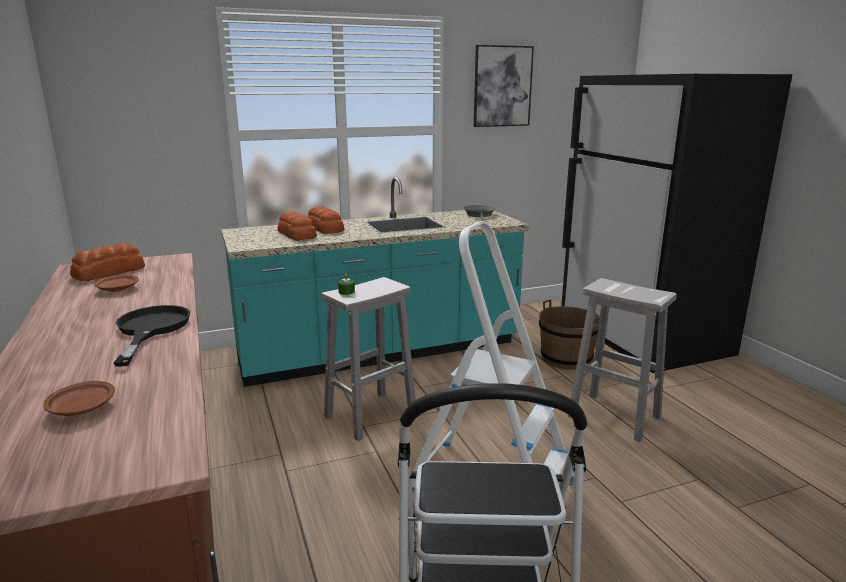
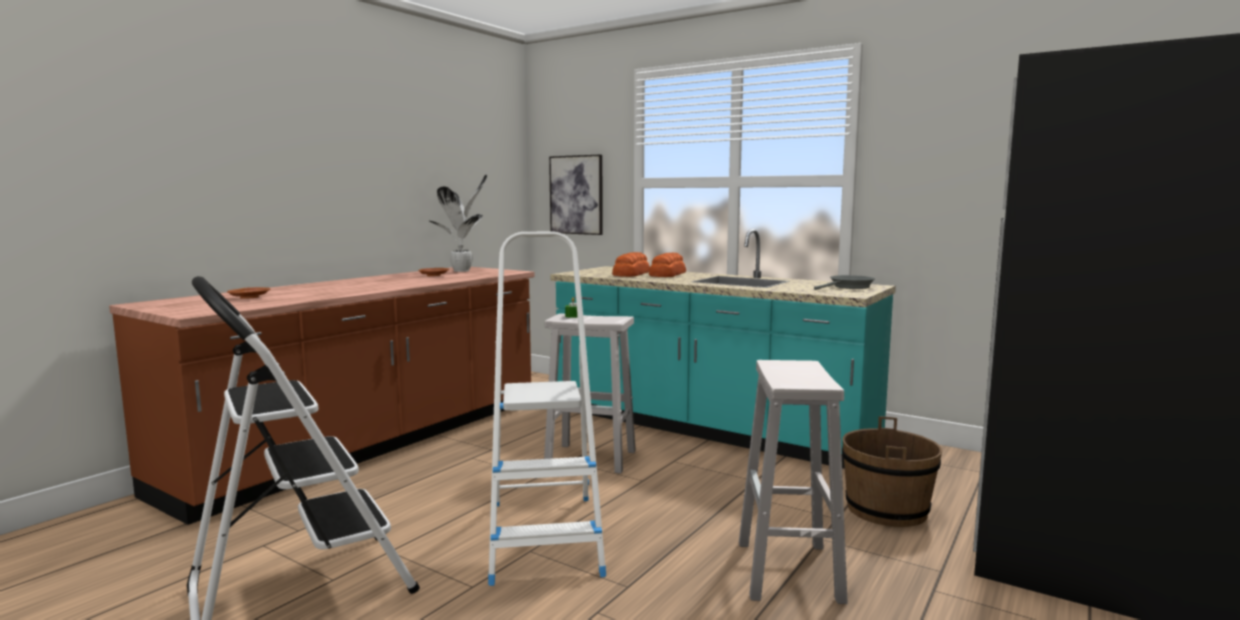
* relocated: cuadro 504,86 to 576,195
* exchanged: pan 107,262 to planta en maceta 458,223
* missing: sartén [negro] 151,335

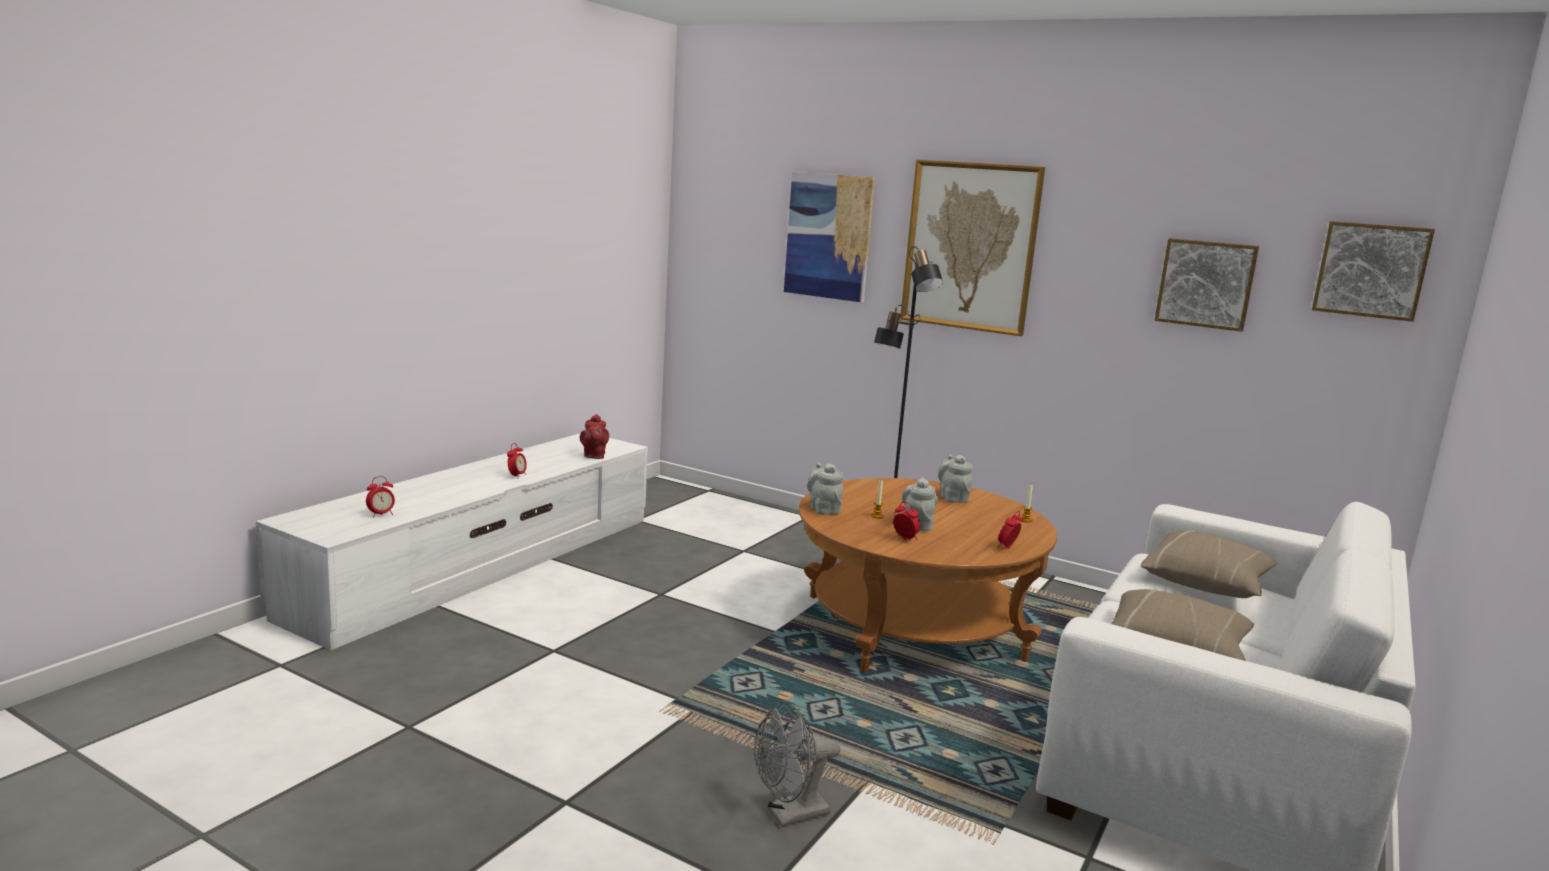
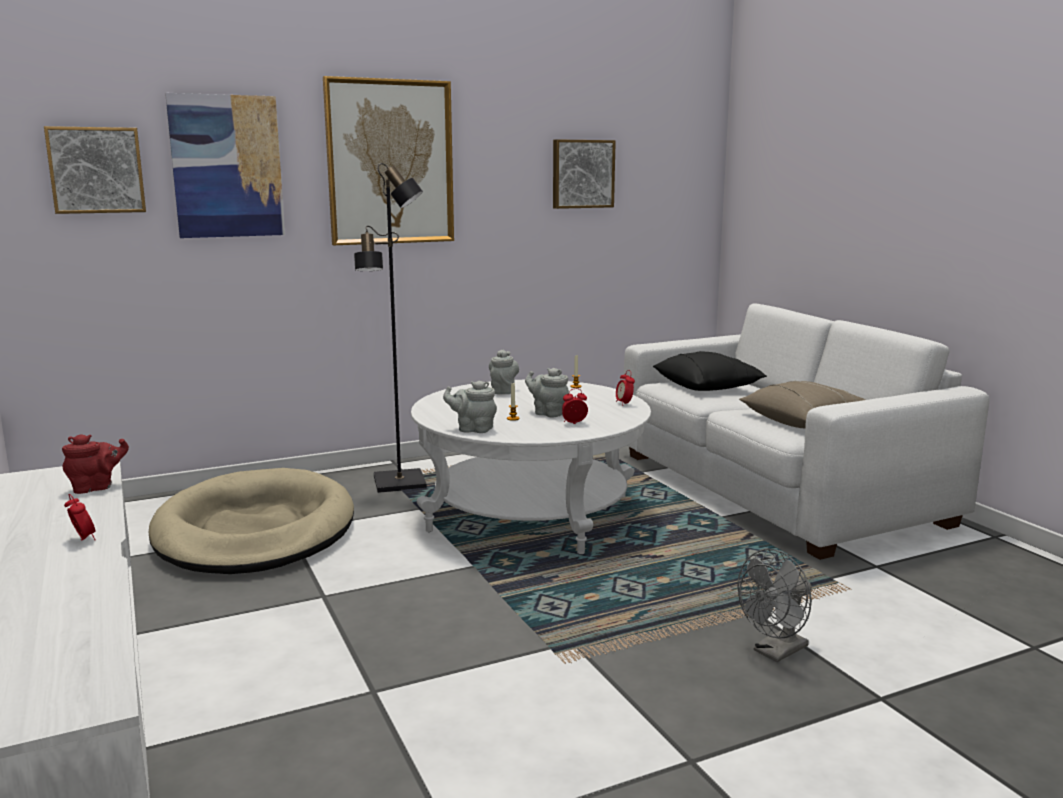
* relocated: cuadro 1373,271 to 95,170
* spun: tetera [rojo] 594,436 = 95,464 60 degrees counterclockwise
* spun: tetera [gris] 955,478 = 504,372 75 degrees clockwise
* missing: despertador 380,496
* colour: mesa de centro [marrón] 928,575 to mesa de centro [blanco] 531,467
* colour: cojín [beis] 1209,564 to cojín [negro] 710,371
* spun: ventilador [gris] 797,764 = 774,605 45 degrees clockwise
* appeared: cama para perro [beis] 251,521

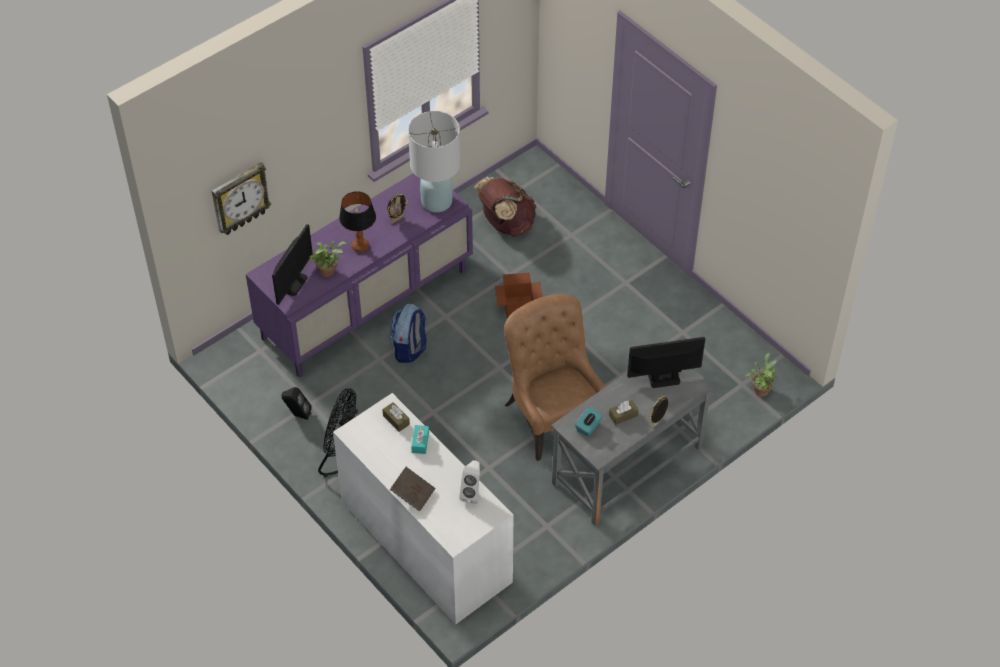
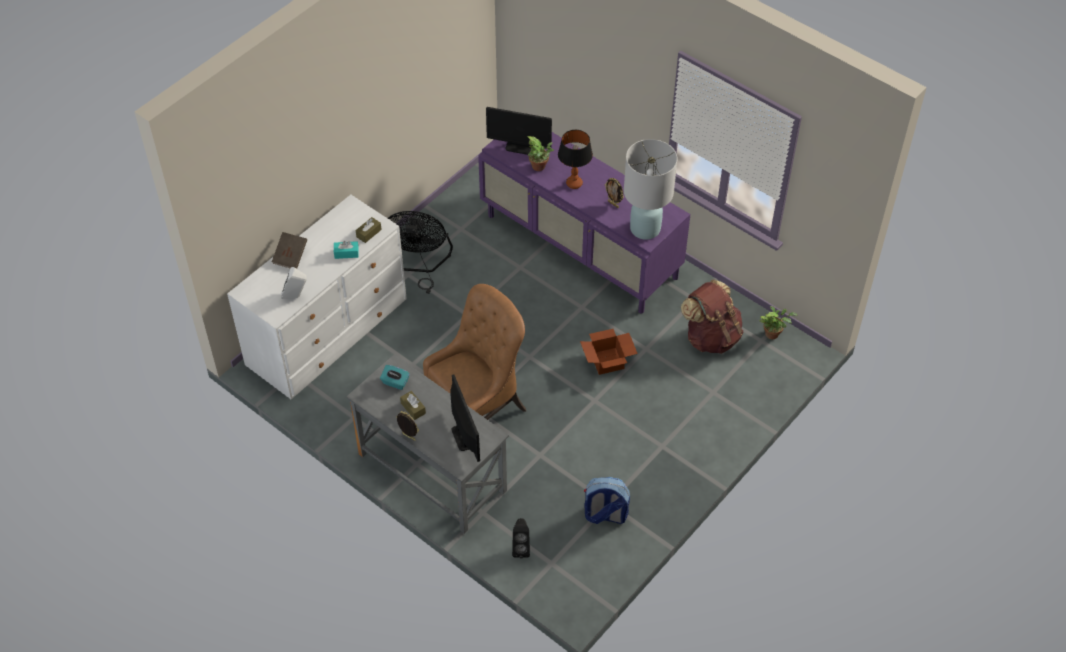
* missing: reloj de pared 241,198
* relocated: mochila 407,333 to 607,500
* relocated: planta en maceta 762,375 to 778,322
* relocated: altavoz [negro] 296,403 to 521,538

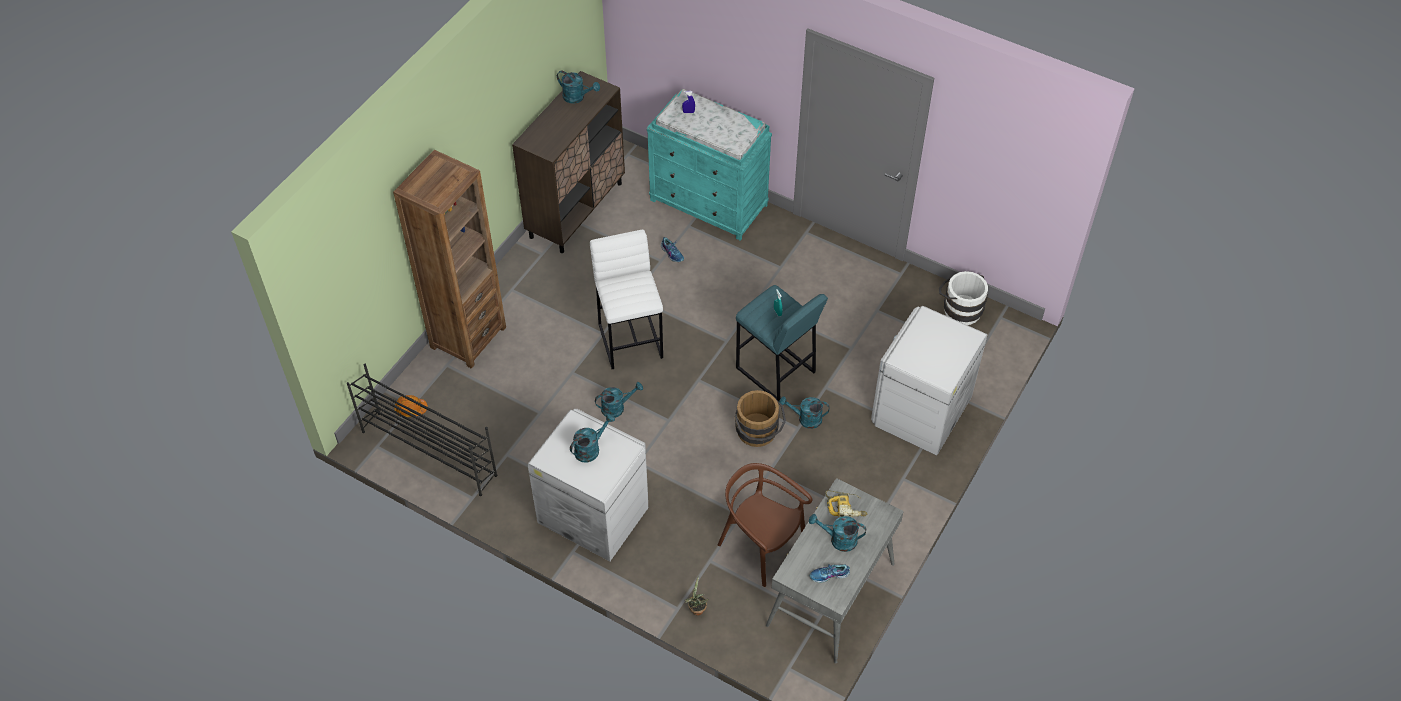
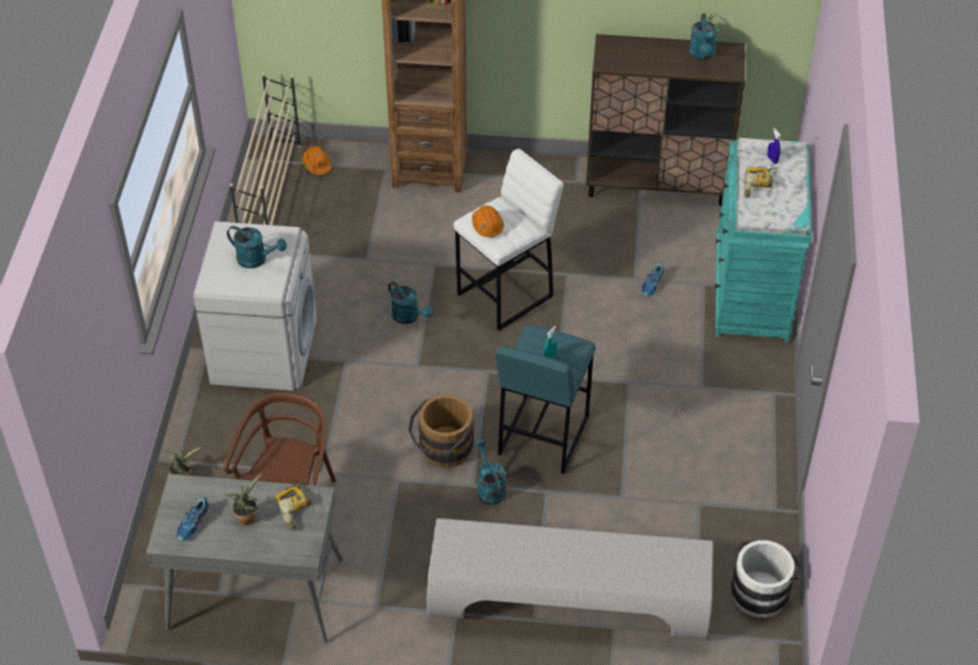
* exchanged: lavadora [blanco] 929,381 to banco [gris] 570,579
* colour: zapatero [negro] 422,430 to zapatero [beis] 265,149
* exchanged: regadera [turquesa] 837,533 to planta en maceta 243,499
* spun: zapato 830,573 = 193,519 120 degrees counterclockwise
* appeared: taladro 760,182
* appeared: casco [naranja] 488,221

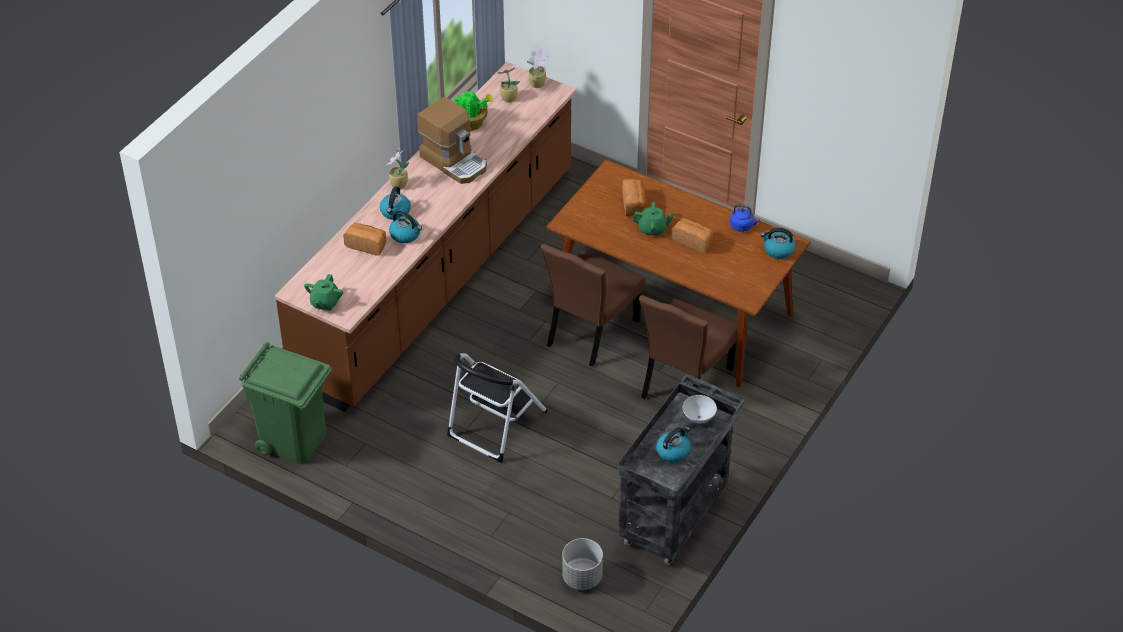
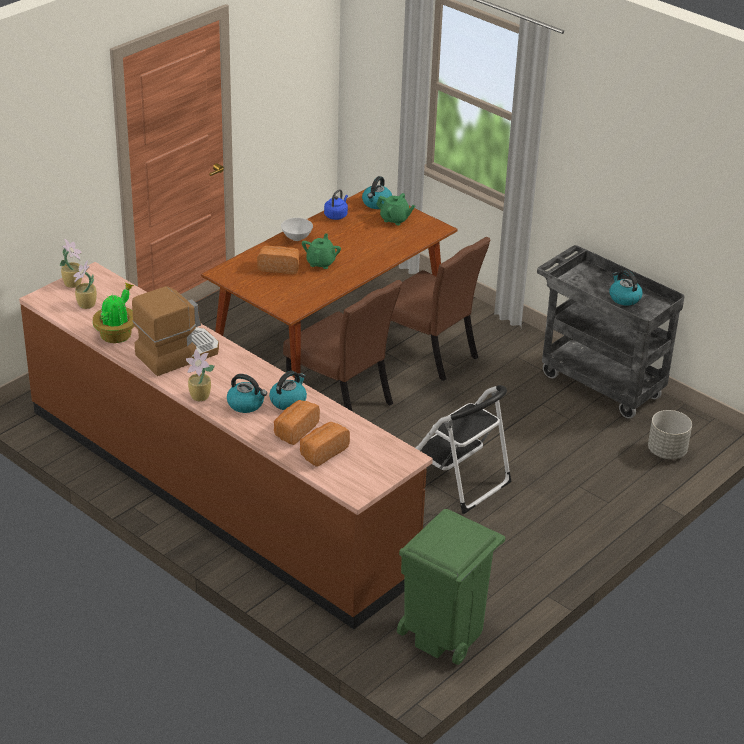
* relocated: pan 692,235 to 325,444
* relocated: tetera [verde] 323,292 to 395,209
* relocated: cuenco [blanco] 700,409 to 297,229

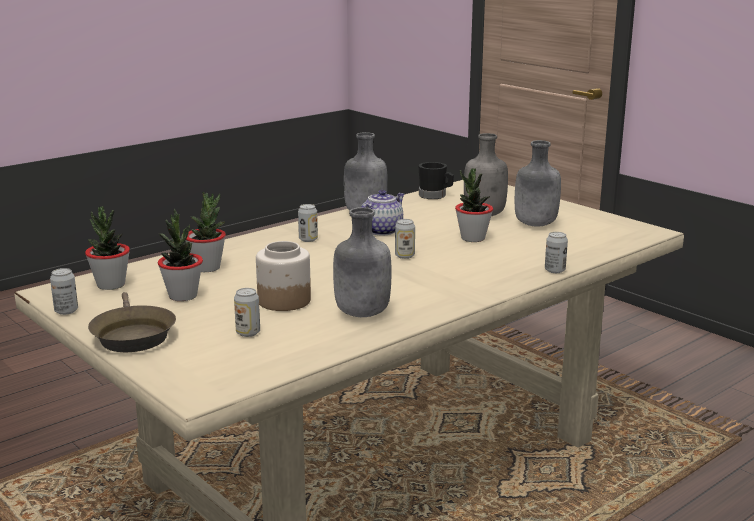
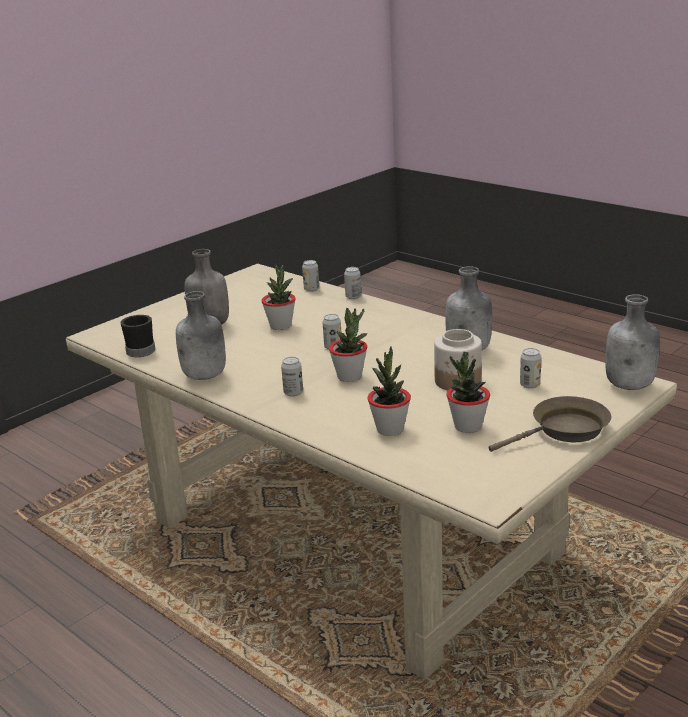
* relocated: botella [gris] 538,183 to 632,342
* missing: tetera 382,213
* relocated: planta en maceta 107,248 to 348,345
* relocated: lata 64,291 to 310,276

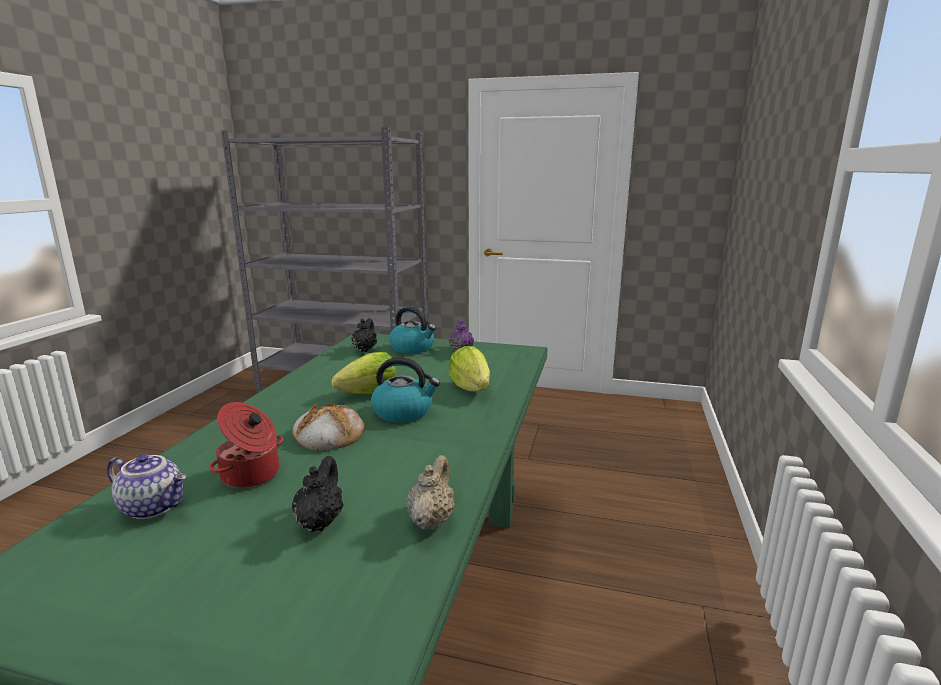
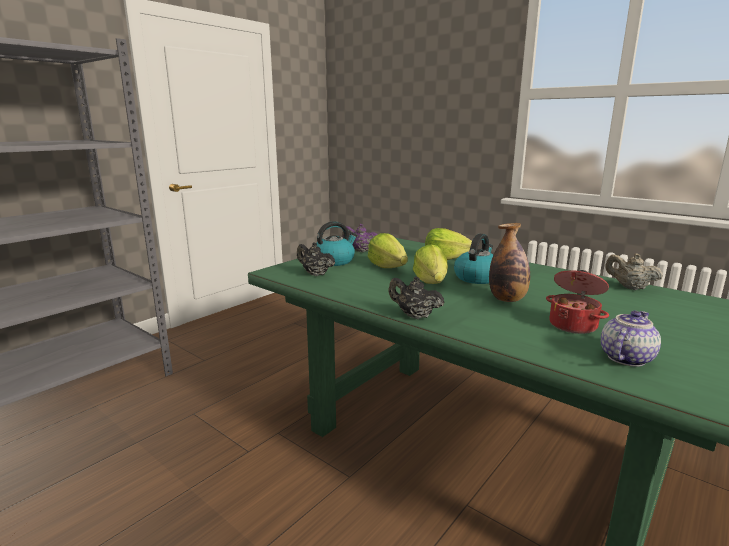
* exchanged: pan 328,427 to botella 509,262
* relocated: tetera [negro] 318,494 to 416,297
* appeared: lechuga 388,250

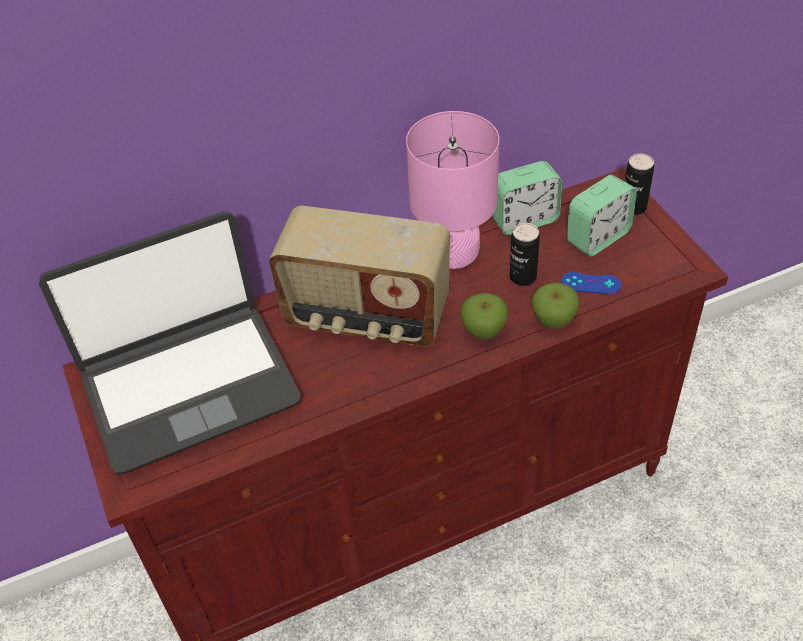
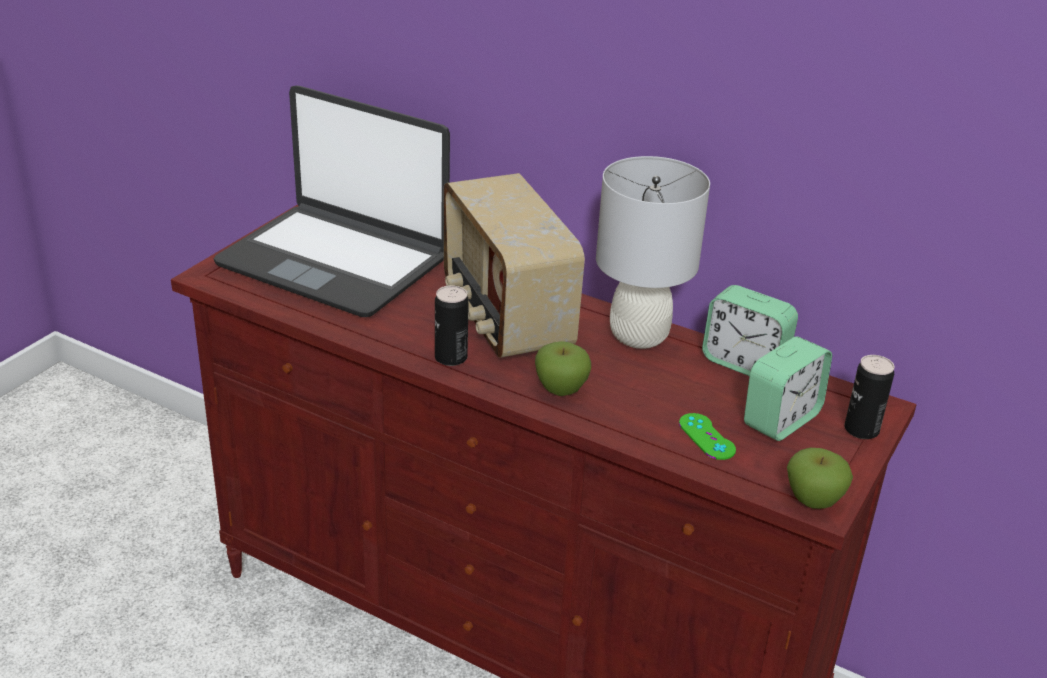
* colour: lámpara de mesa [rosa] 452,190 to lámpara de mesa [gris] 653,252
* spun: despertador 602,216 = 788,388 60 degrees counterclockwise
* relocated: lata 525,254 to 452,325
* colour: mando de consola [azul] 591,283 to mando de consola [verde] 707,436
* relocated: manzana 555,305 to 820,478

